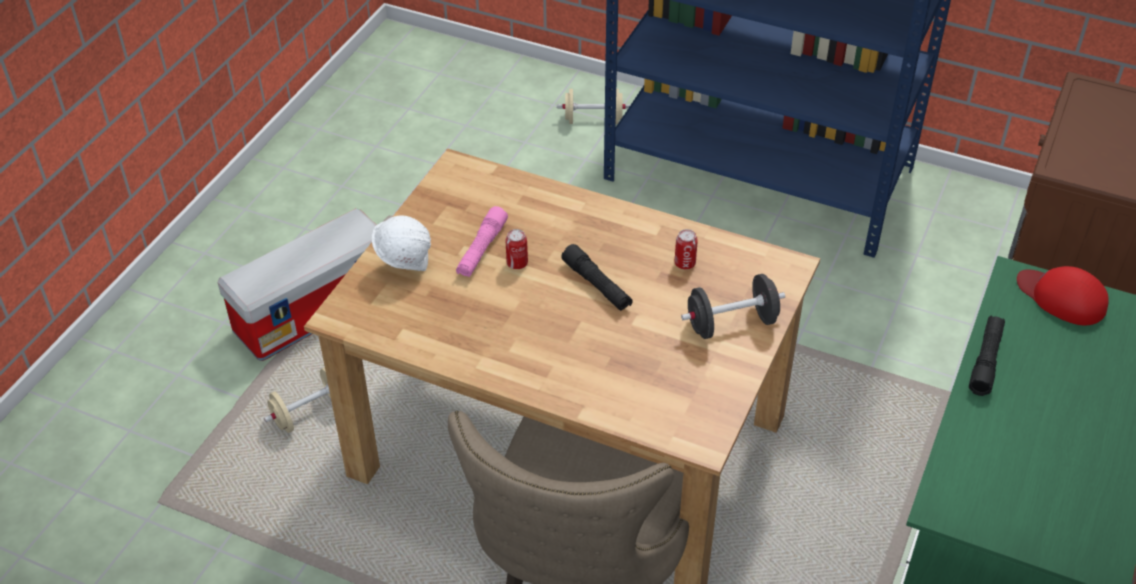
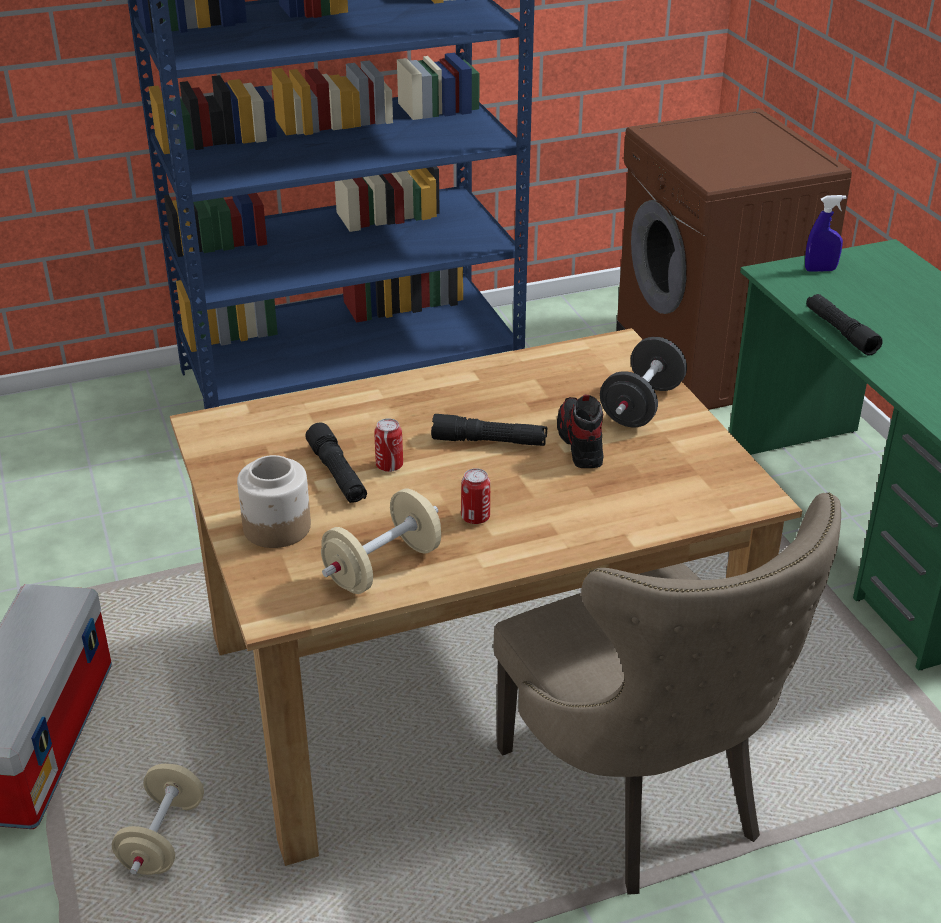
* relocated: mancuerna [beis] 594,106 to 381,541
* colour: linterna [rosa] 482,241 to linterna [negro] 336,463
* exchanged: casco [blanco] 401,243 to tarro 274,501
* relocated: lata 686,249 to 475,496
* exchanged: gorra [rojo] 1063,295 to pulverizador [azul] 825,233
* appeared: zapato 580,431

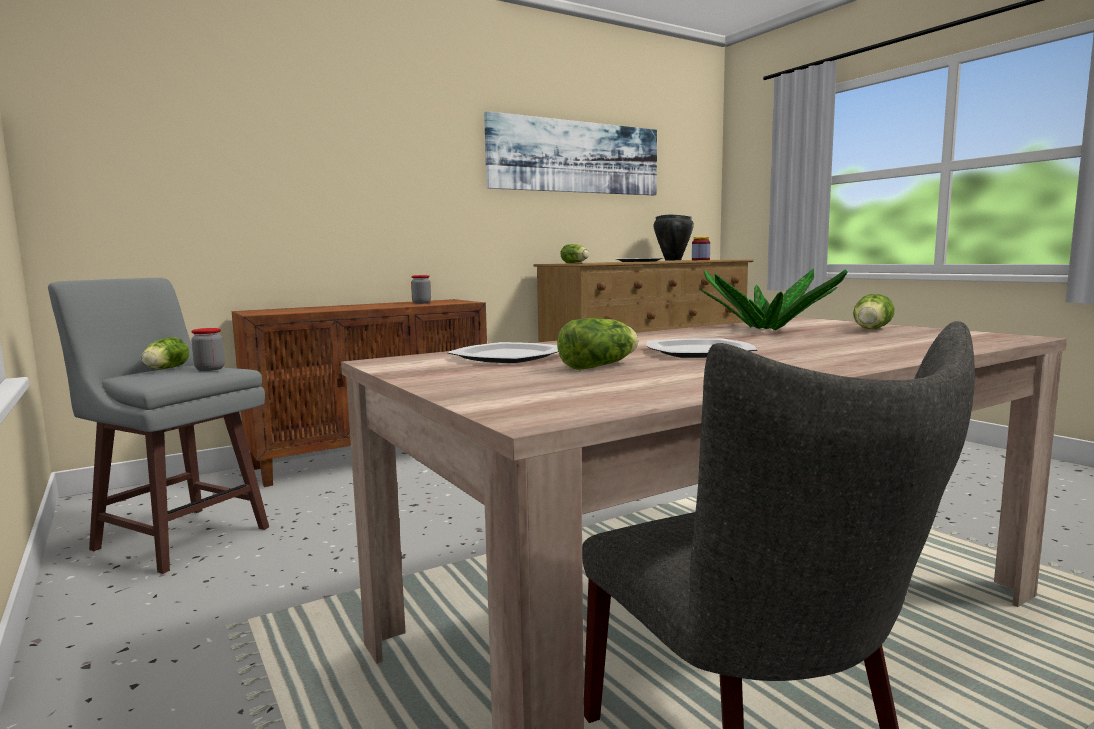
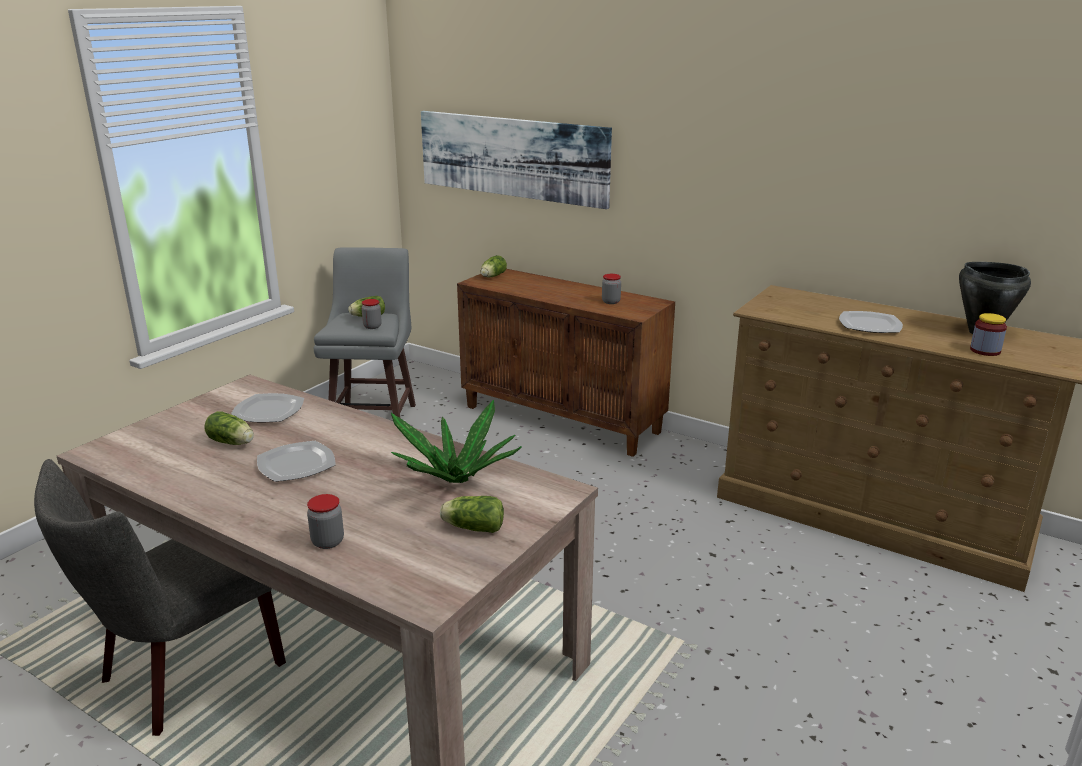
* relocated: cuadro 570,153 to 516,160
* relocated: lechuga 574,253 to 494,266
* appeared: tarro 325,521

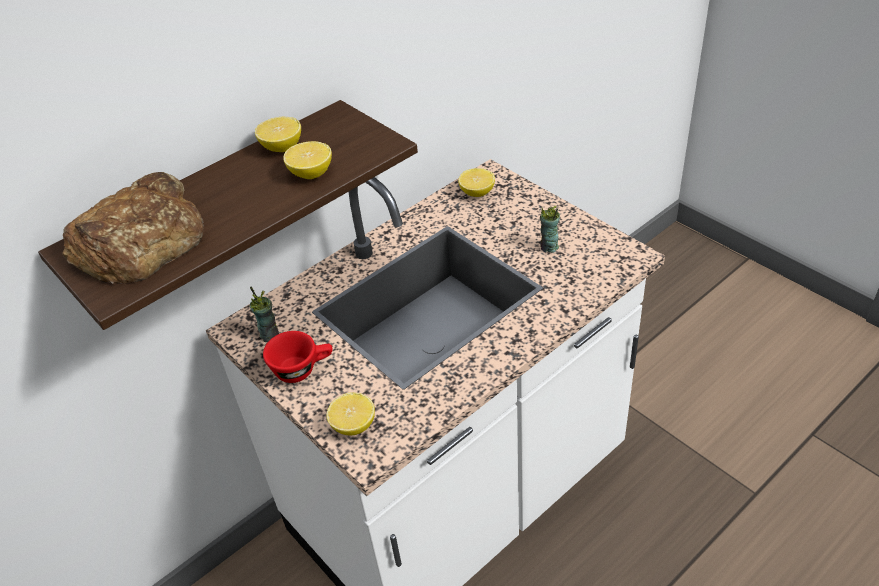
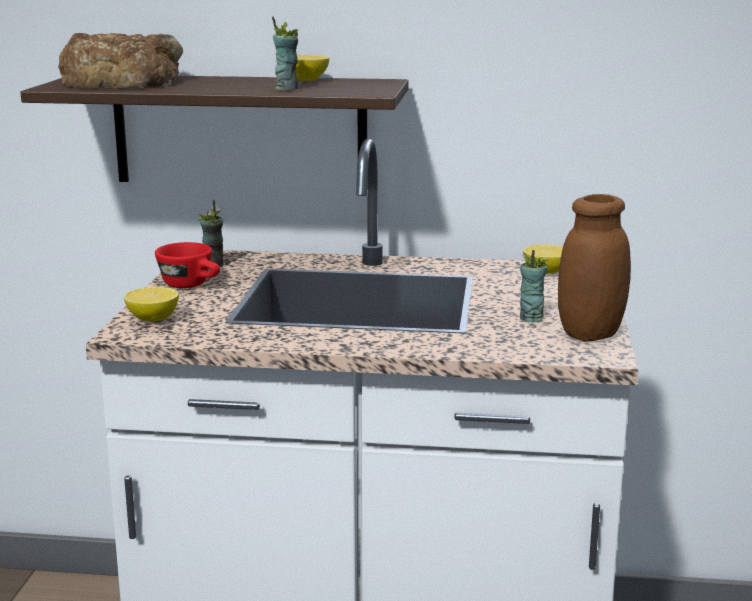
* exchanged: limón 307,160 to taza 285,53
* appeared: tarro [marrón] 594,267

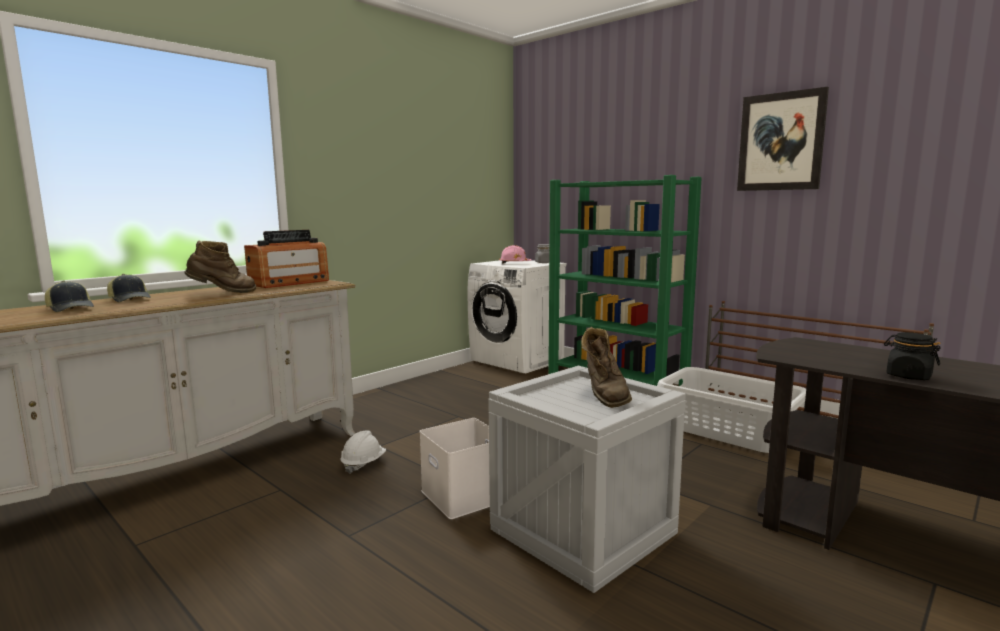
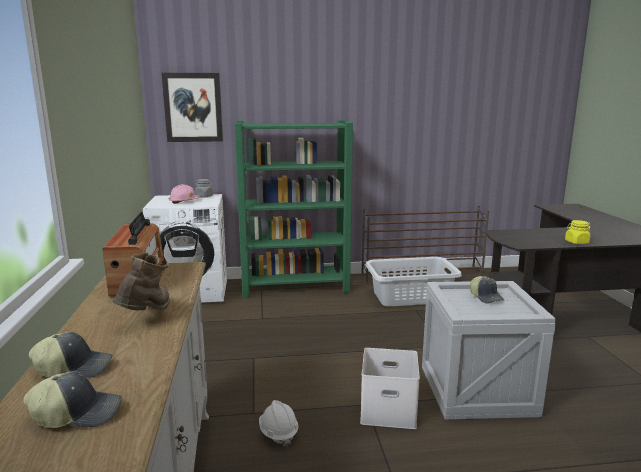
* relocated: cuadro 783,139 to 192,107
* exchanged: bota [marrón] 606,367 to gorra 487,290
* colour: tarro [negro] 912,356 to tarro [amarillo] 577,232

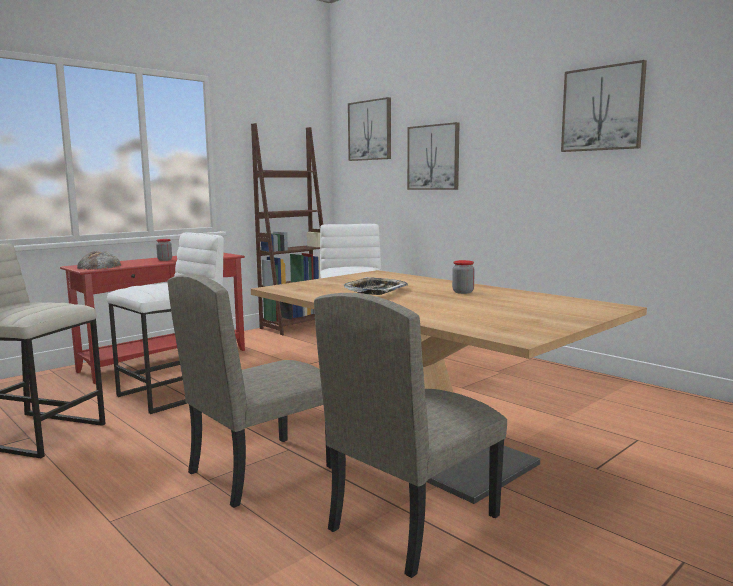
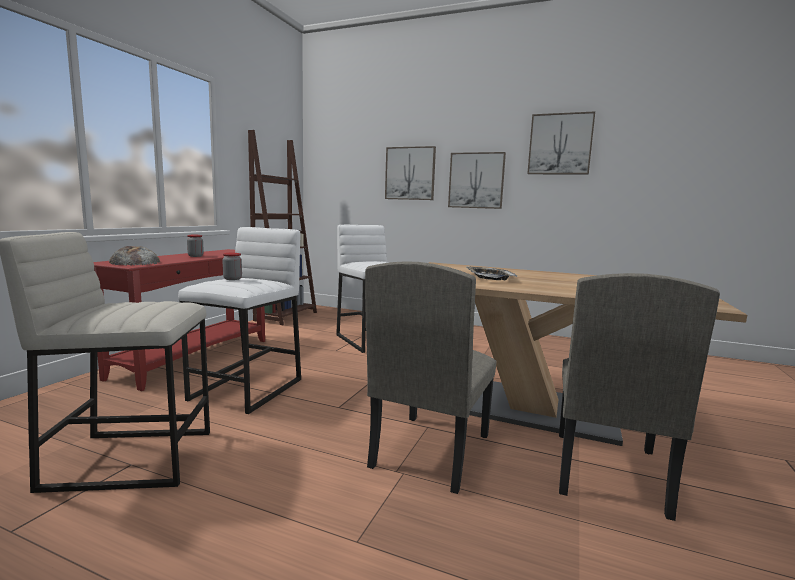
* relocated: cuadro 369,129 to 477,180
* relocated: tarro 463,277 to 232,266

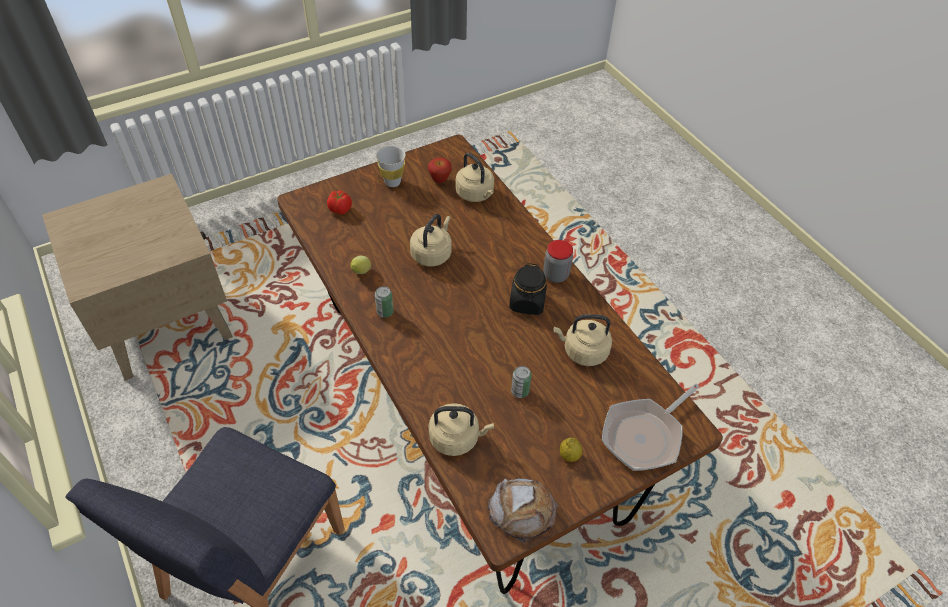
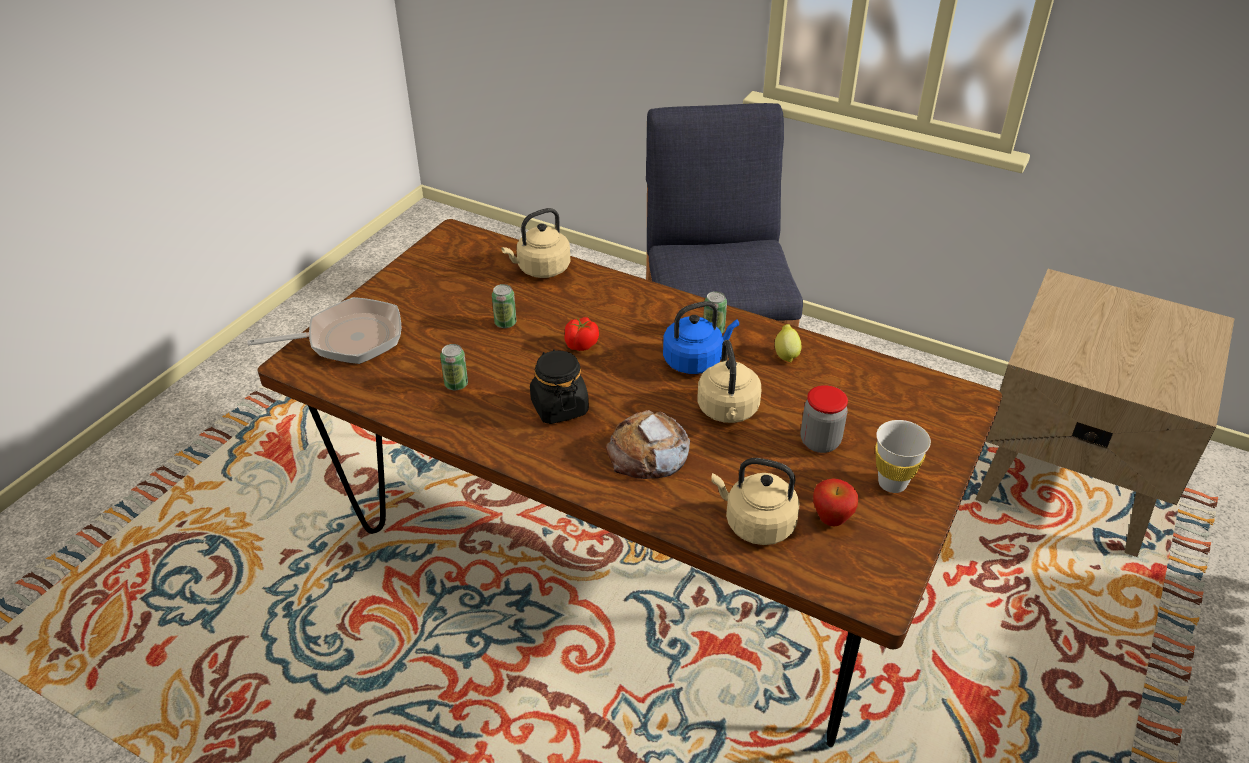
* relocated: tomate 339,202 to 581,334
* relocated: tarro 558,261 to 824,419
* exchanged: hervidor [beis] 583,340 to lata 454,367
* spun: sartén 650,427 = 324,330 60 degrees clockwise
* missing: limón 571,450
* relocated: pan 523,511 to 648,444
* appeared: hervidor [azul] 701,337

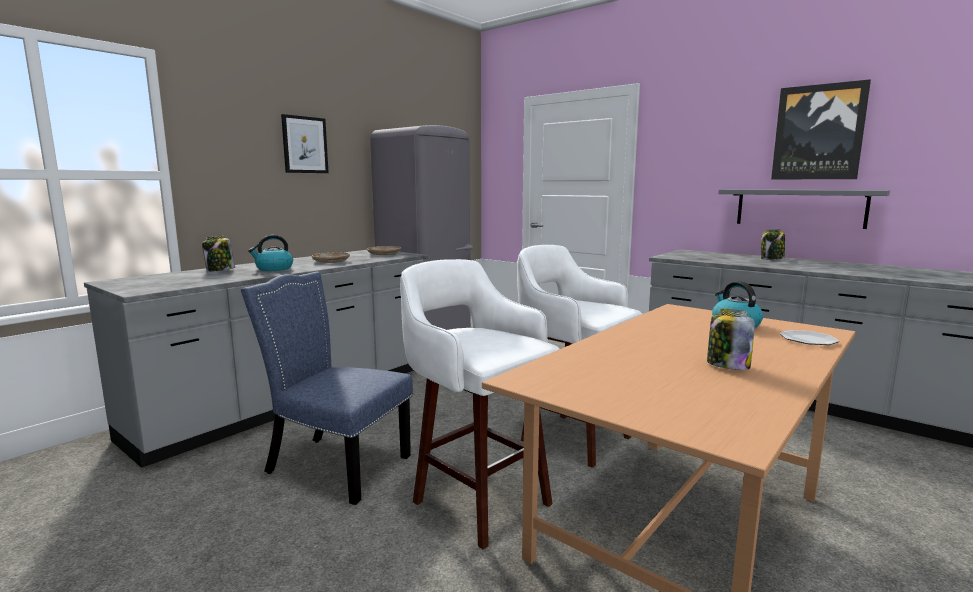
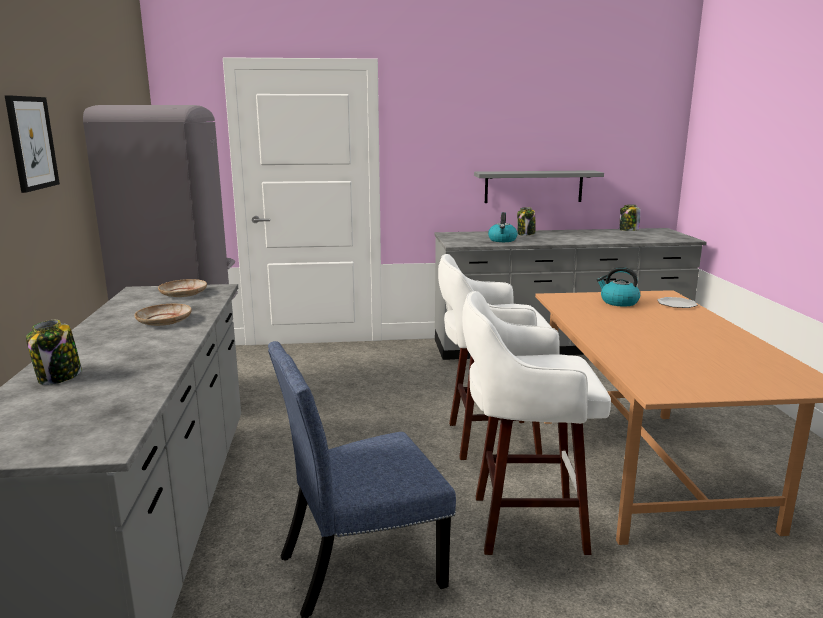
* missing: cuadro 821,129
* relocated: hervidor 270,253 to 503,227
* relocated: tarro 731,339 to 630,218

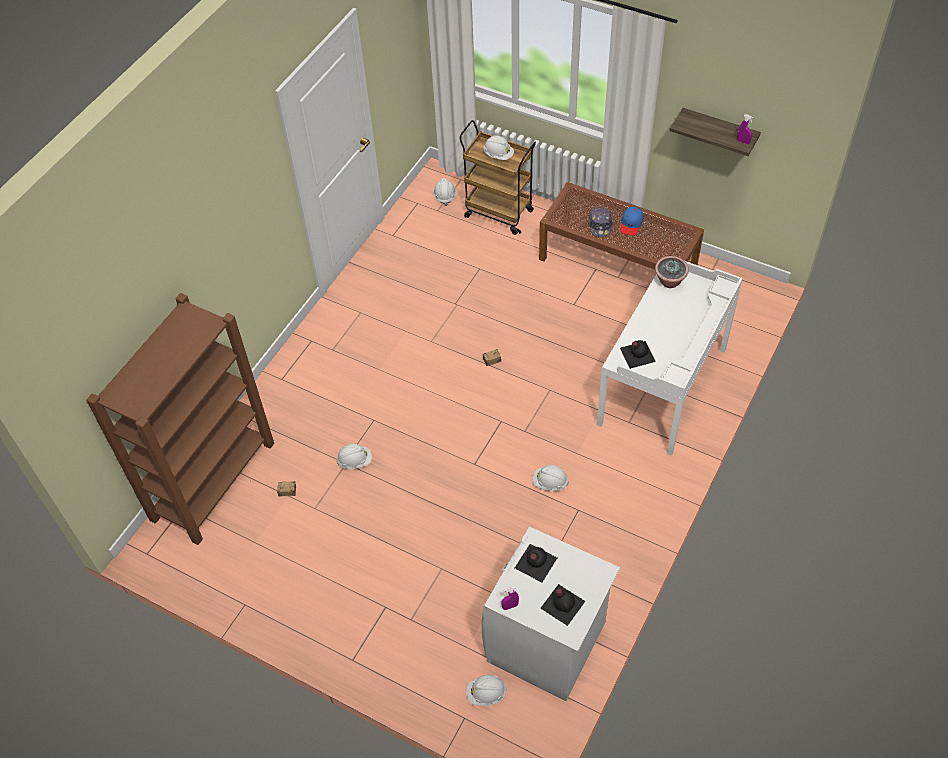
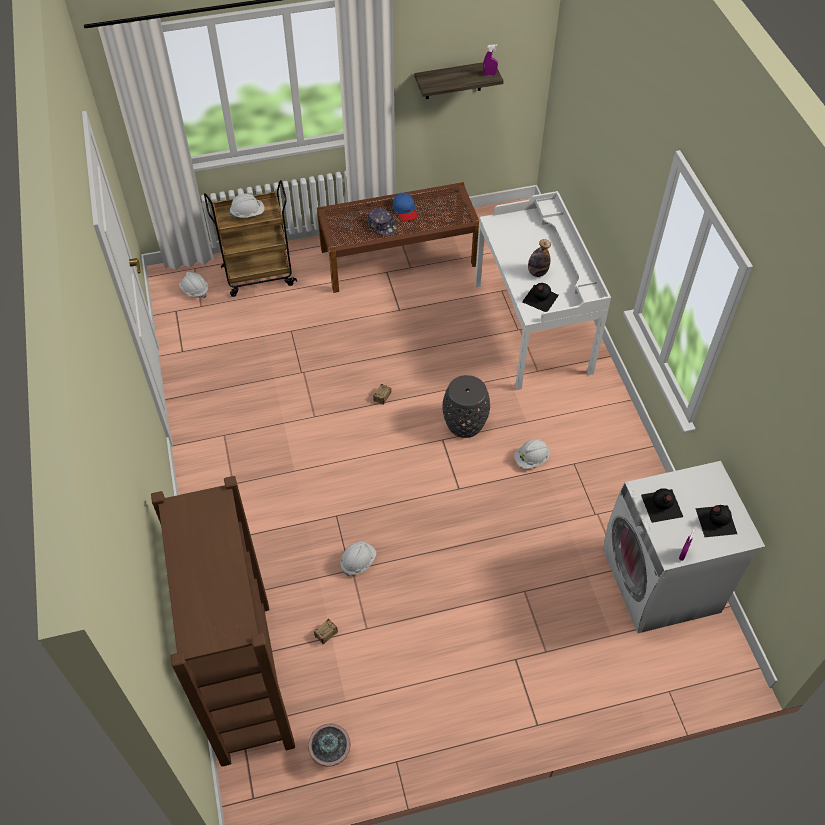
* relocated: planta en maceta 672,272 to 329,745
* missing: casco [blanco] 486,690
* appeared: botella 539,258
* appeared: taburete [gris] 466,406

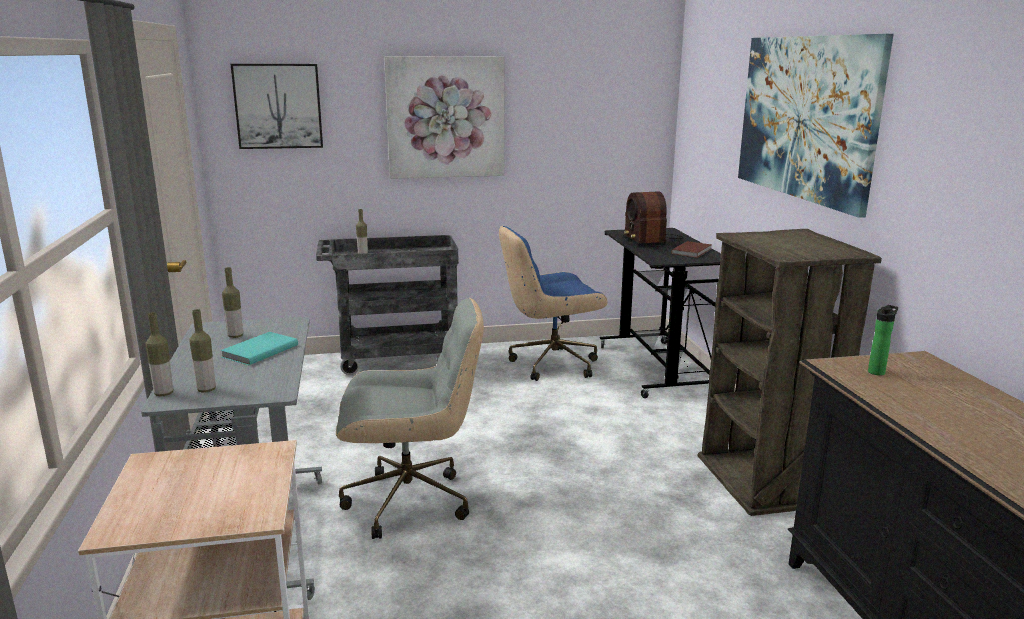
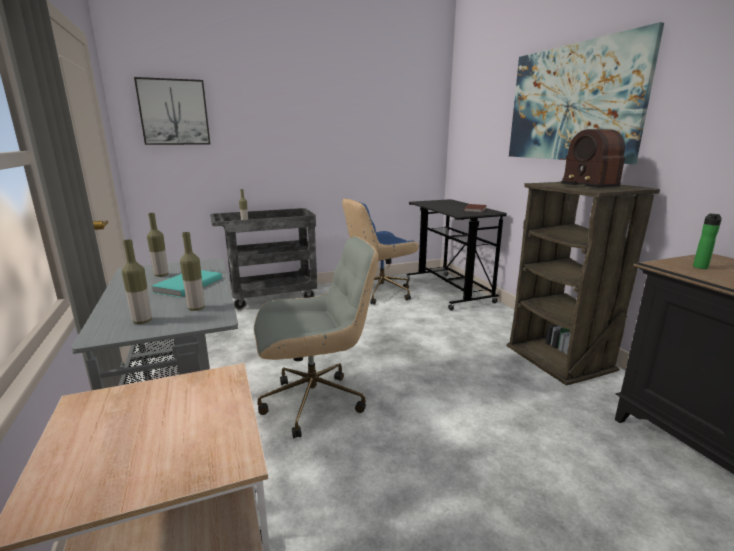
* missing: cuadro 444,117
* relocated: radio 653,218 to 593,158
* relocated: botella 159,354 to 192,271

